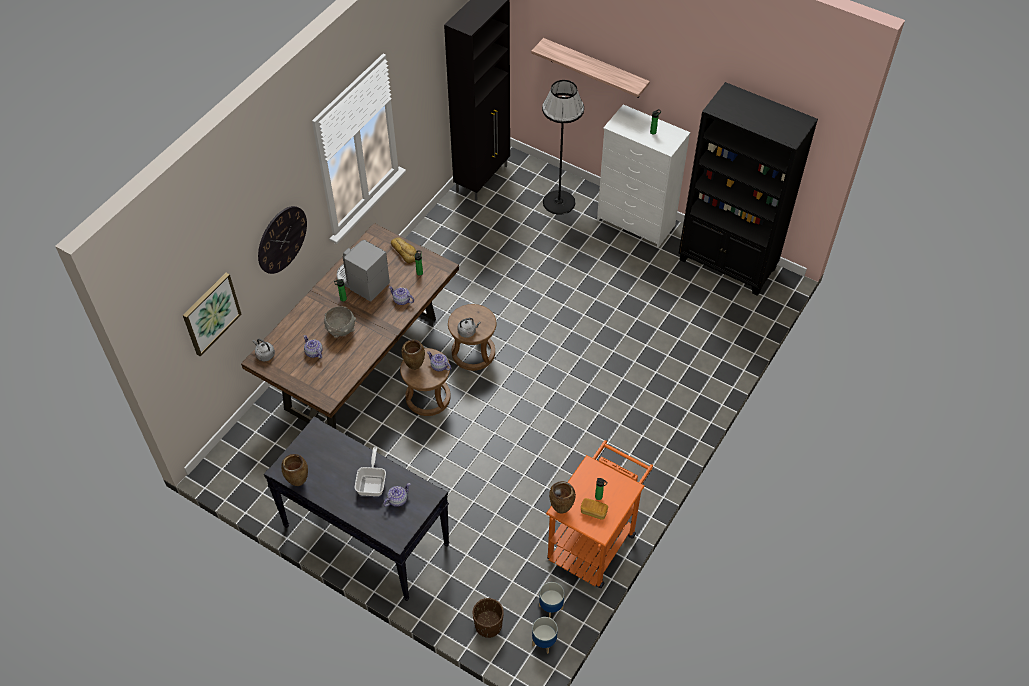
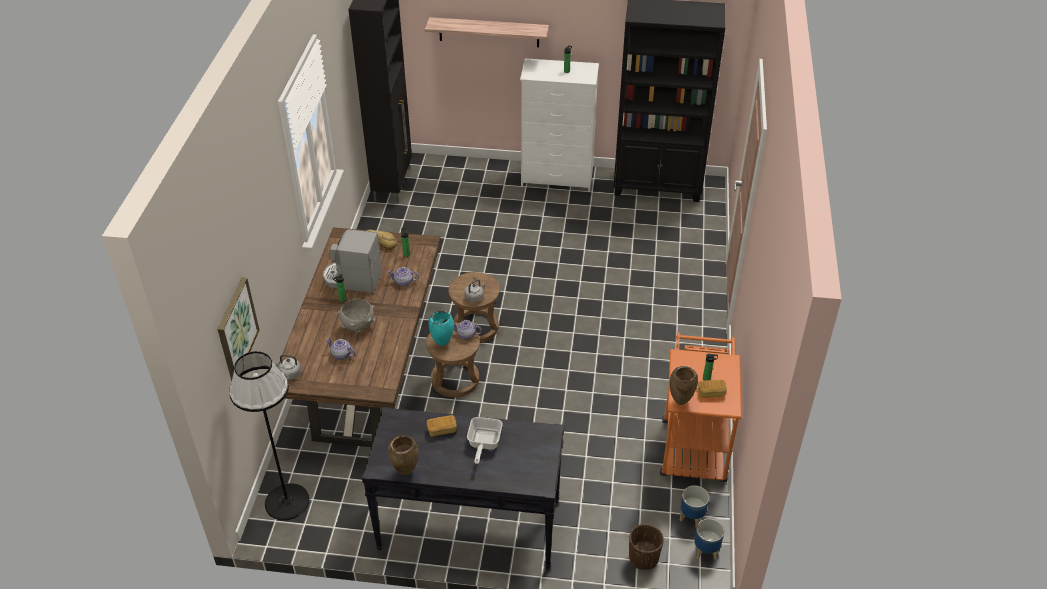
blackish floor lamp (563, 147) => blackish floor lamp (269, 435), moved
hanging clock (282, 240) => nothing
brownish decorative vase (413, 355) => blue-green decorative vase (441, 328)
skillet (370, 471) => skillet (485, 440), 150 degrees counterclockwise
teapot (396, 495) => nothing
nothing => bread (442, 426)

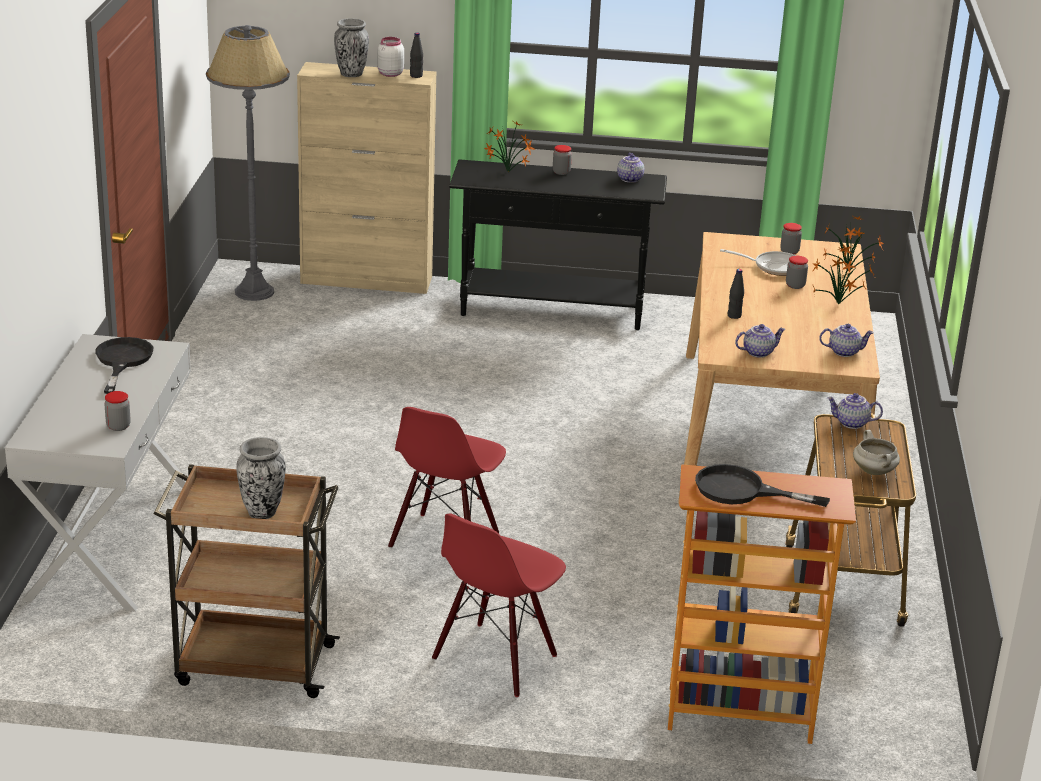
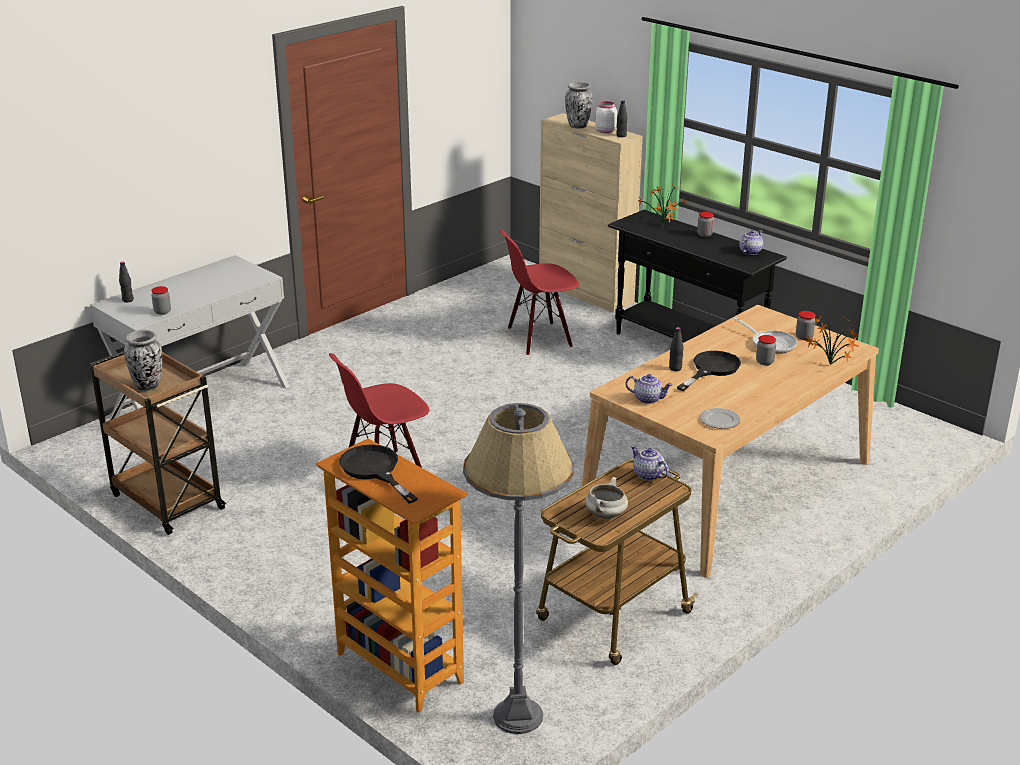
greyish floor lamp (248, 163) => greyish floor lamp (519, 568), moved
houseplant (843, 275) => nothing
teapot (846, 340) => flat dish (720, 418)
blackish skillet (124, 365) => blackish skillet (709, 371), moved
red-coloured upright chair (499, 605) => red-coloured upright chair (539, 292), moved
nothing => blackish drink bottle (126, 282)

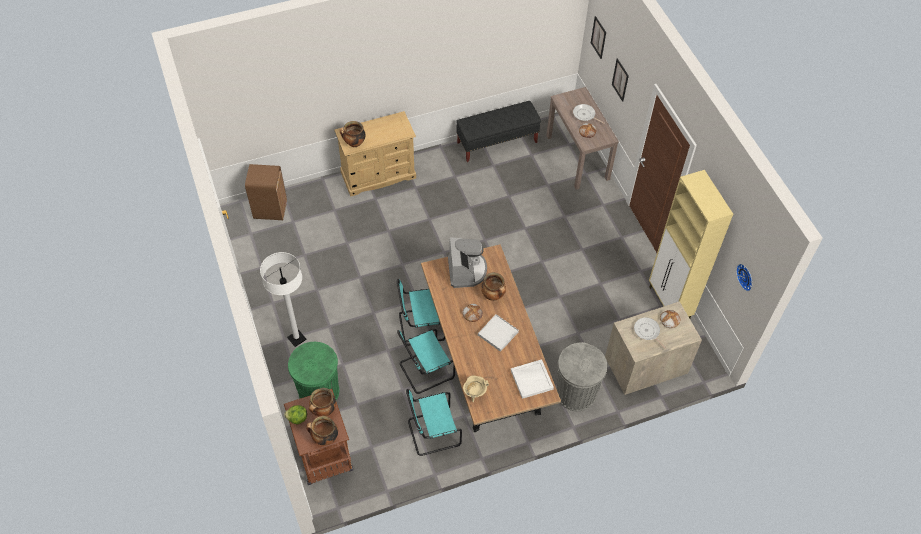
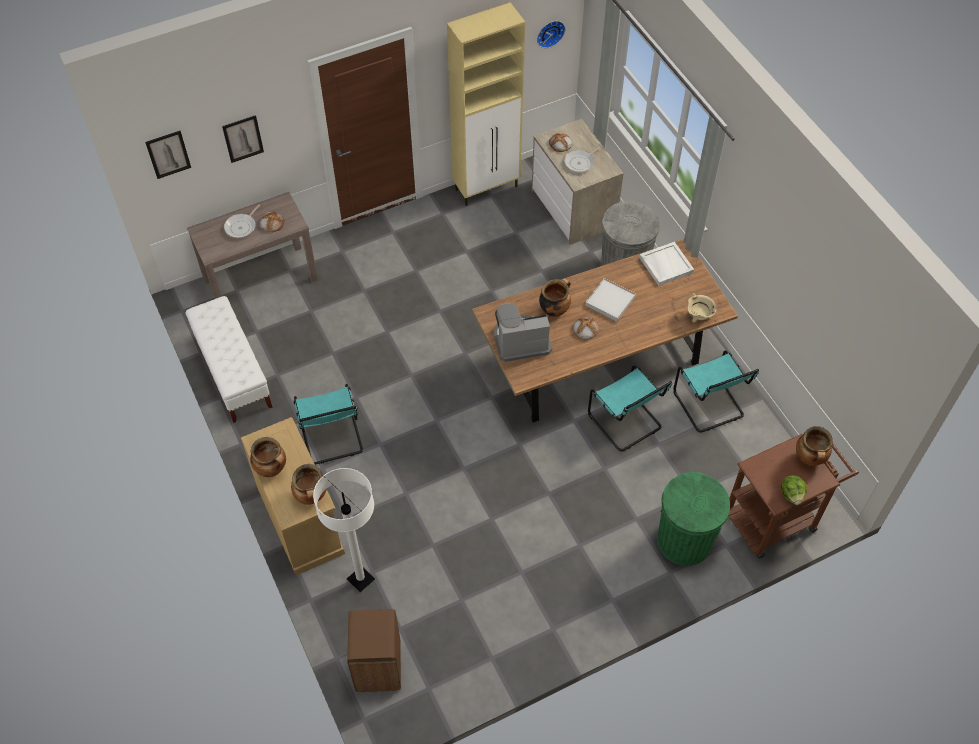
blackish indoor bench (498, 131) => whitish indoor bench (228, 359)
whitish floor lamp (283, 299) => whitish floor lamp (344, 530), moved
blue-green upright chair (421, 312) => blue-green upright chair (328, 424), moved
saucepot (322, 402) => saucepot (268, 457), moved

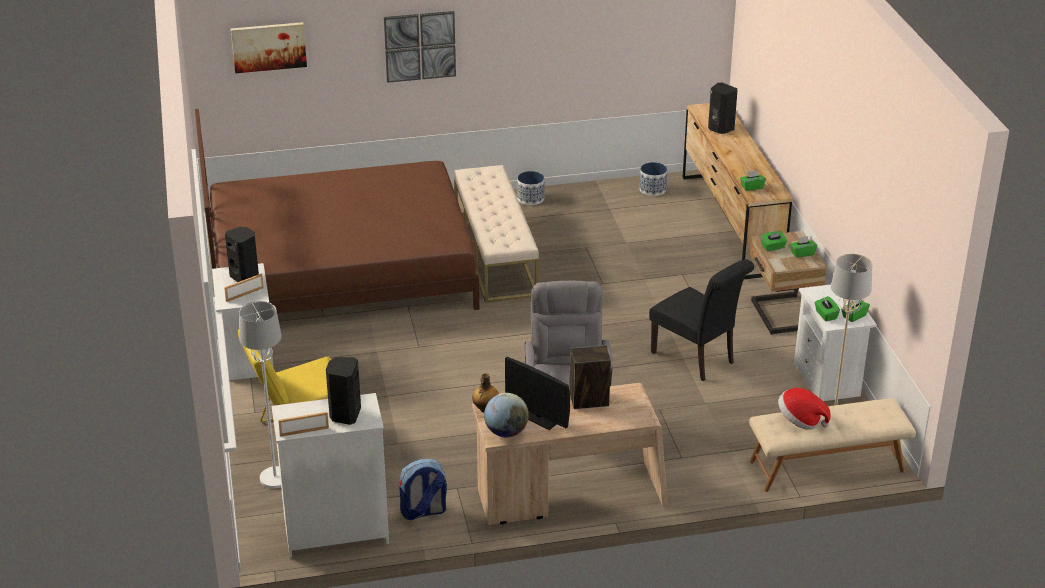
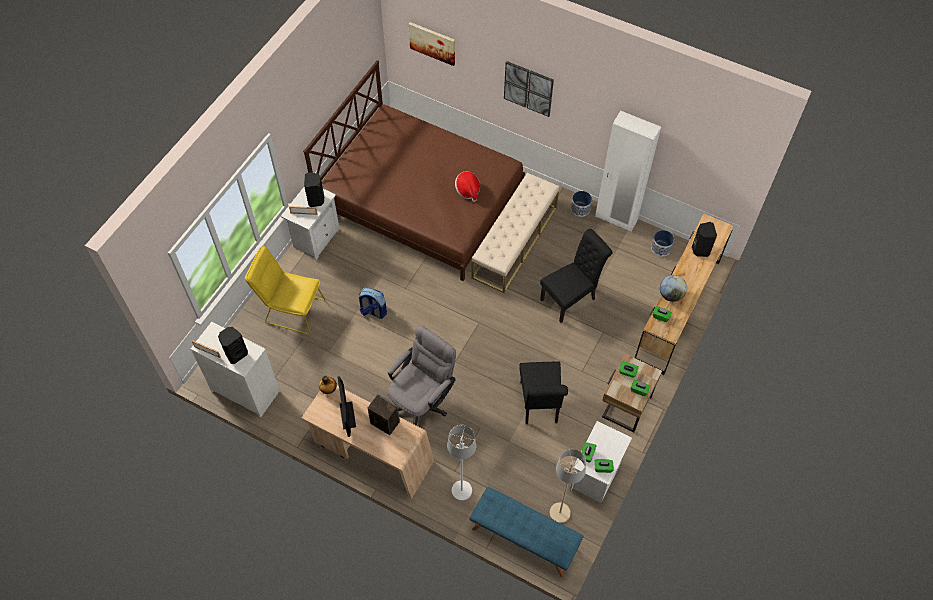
whitish floor lamp (260, 395) => whitish floor lamp (461, 463), moved
clothing hat (804, 409) => clothing hat (467, 186), moved
world globe (506, 415) => world globe (673, 288), moved
sand-coloured indoor bench (832, 445) => bluish indoor bench (526, 531)
knapsack (423, 489) => knapsack (372, 303), moved
nothing => whitish armoire (628, 171)
nothing => blackish upright chair (576, 276)

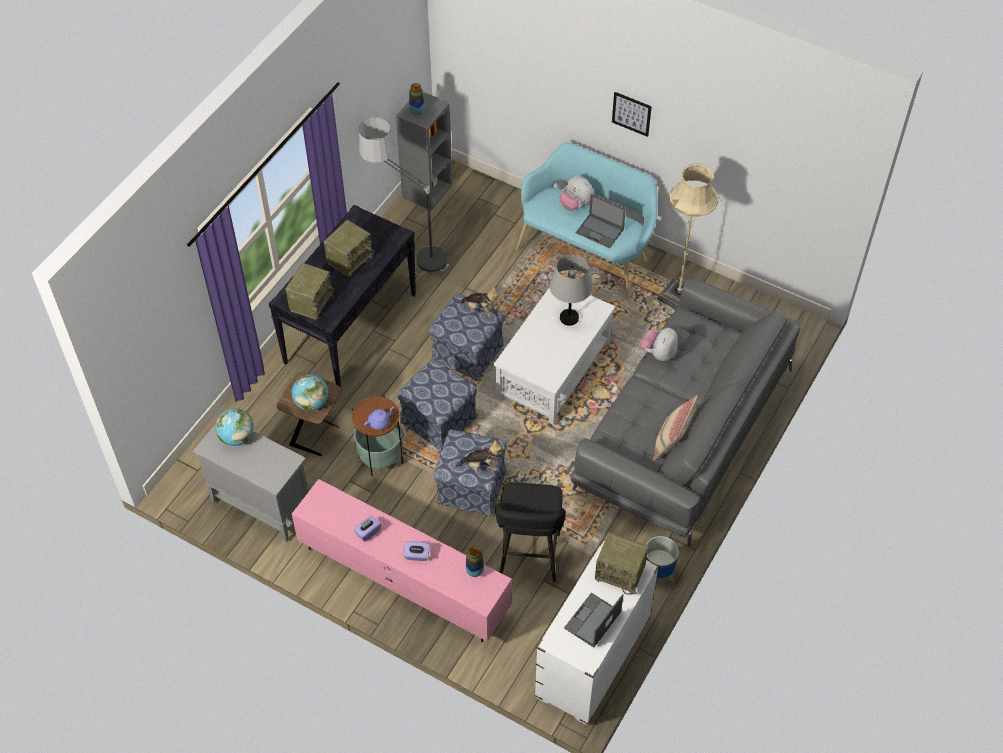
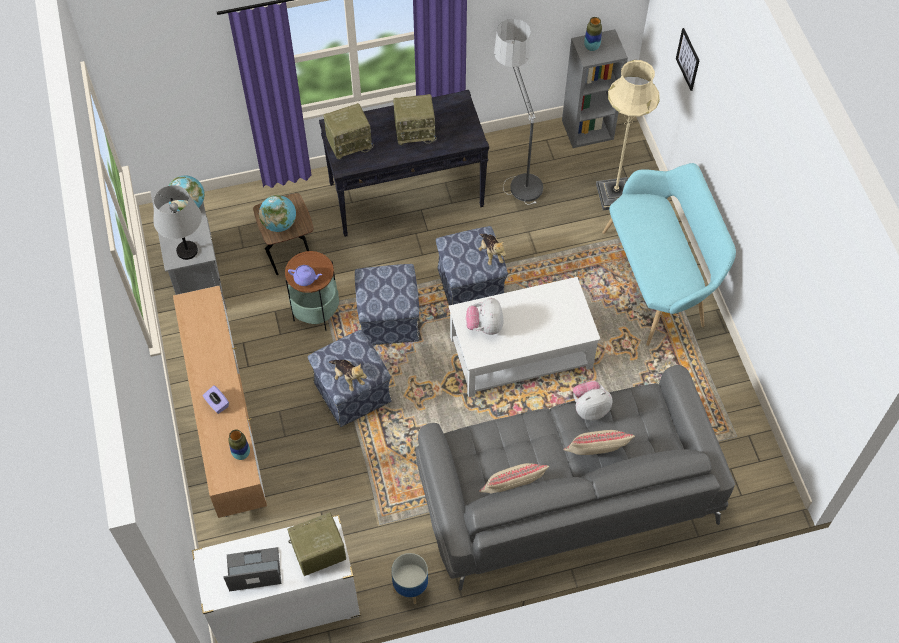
wall picture (632, 114) => wall picture (688, 59), moved
sand-coloured floor lamp (688, 236) => sand-coloured floor lamp (628, 135), moved
cuddly toy (576, 193) => cuddly toy (485, 316), moved
portable computer (601, 221) => nothing
greyish tabletop lamp (571, 290) => greyish tabletop lamp (177, 222), moved
pink-coloured tv unit (402, 560) => brownish tv unit (220, 402)
blackish stool (530, 532) => nothing
purplish box of tissues (367, 529) => nothing
radio (622, 563) => radio (316, 544), 90 degrees clockwise
nothing => sand-coloured cushion (599, 442)

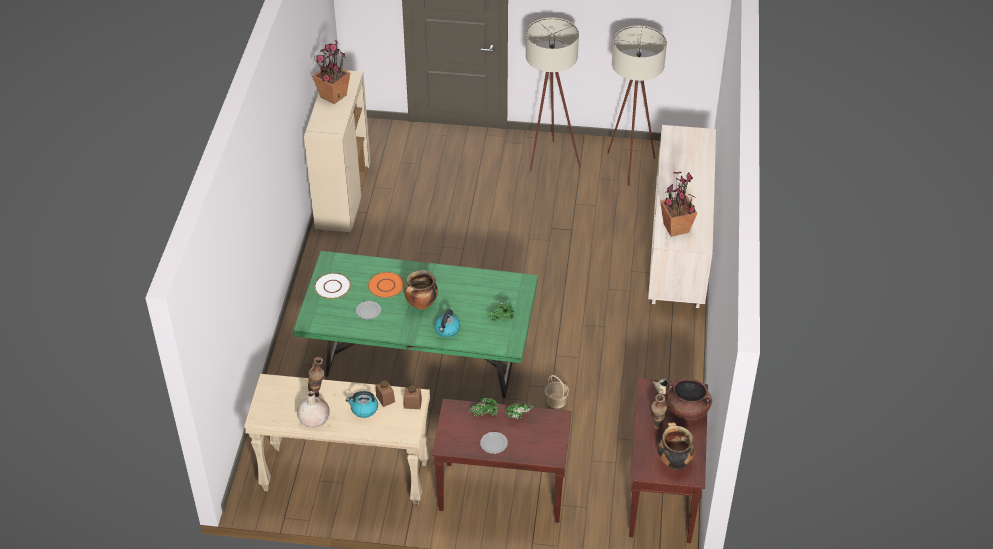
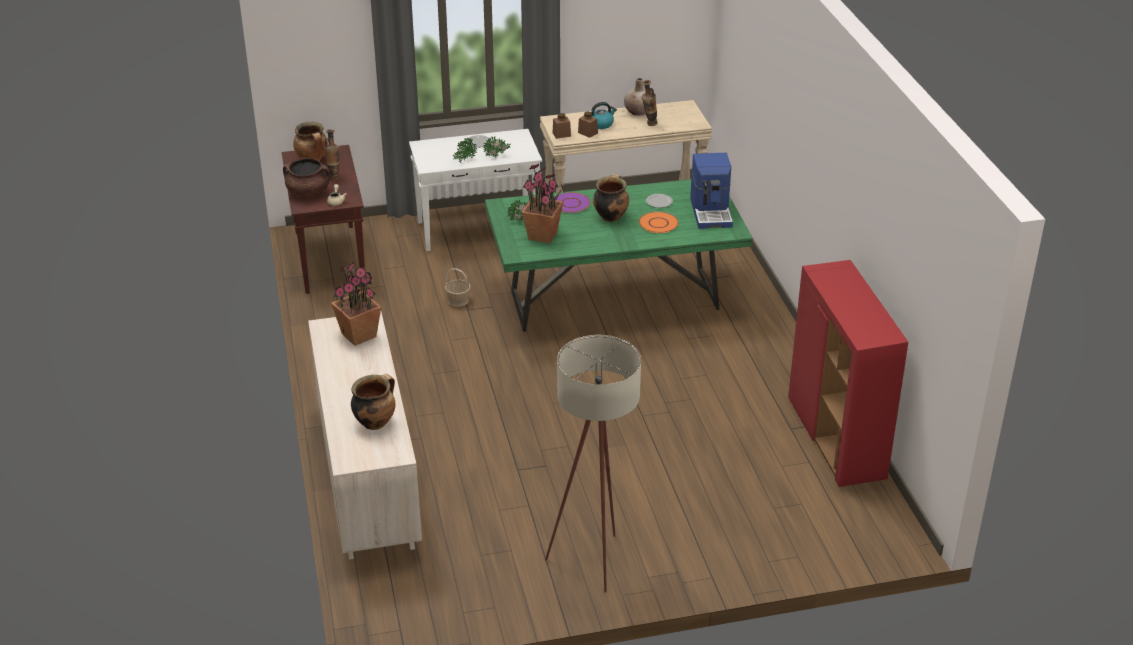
sand-coloured floor lamp (637, 106) => nothing
houseplant (331, 71) => houseplant (543, 203), moved
sand-coloured storage cabinet (337, 152) => red-coloured storage cabinet (848, 373)
whitish flat dish (332, 286) => coffee machine (711, 191)
water kettle (447, 323) => purplish flat dish (572, 202)
brownish narrow table (502, 461) => whitish narrow table (475, 190)
nothing => saucepot (373, 402)

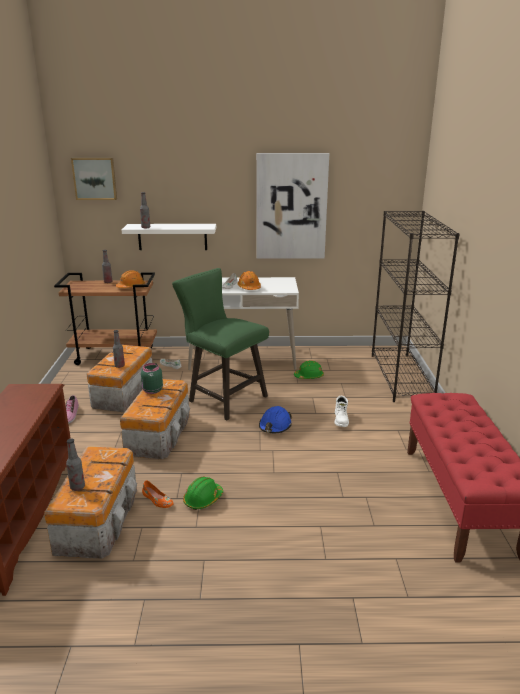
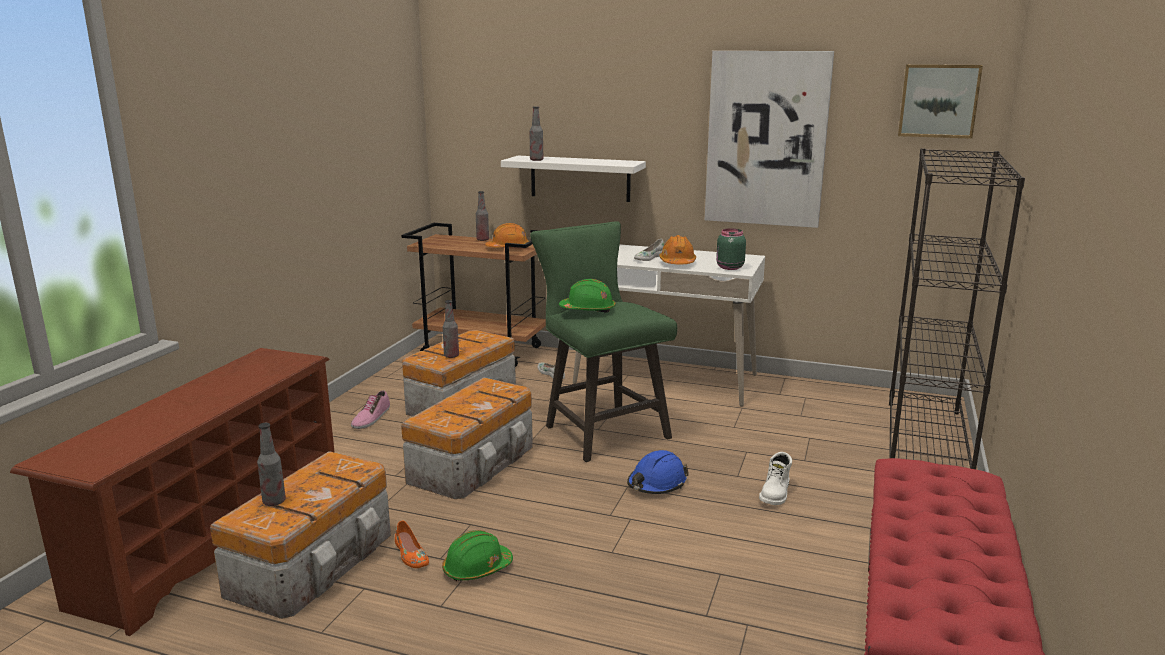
wall picture (94, 179) => wall picture (940, 101), moved
green safety helmet (309, 369) => green safety helmet (587, 296), moved
green storage jar (152, 378) => green storage jar (731, 249), moved

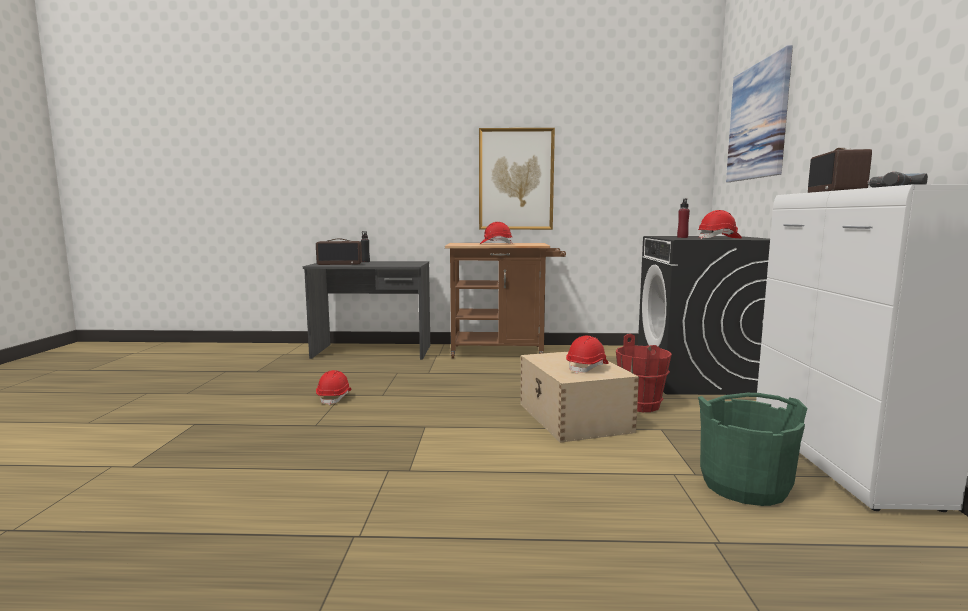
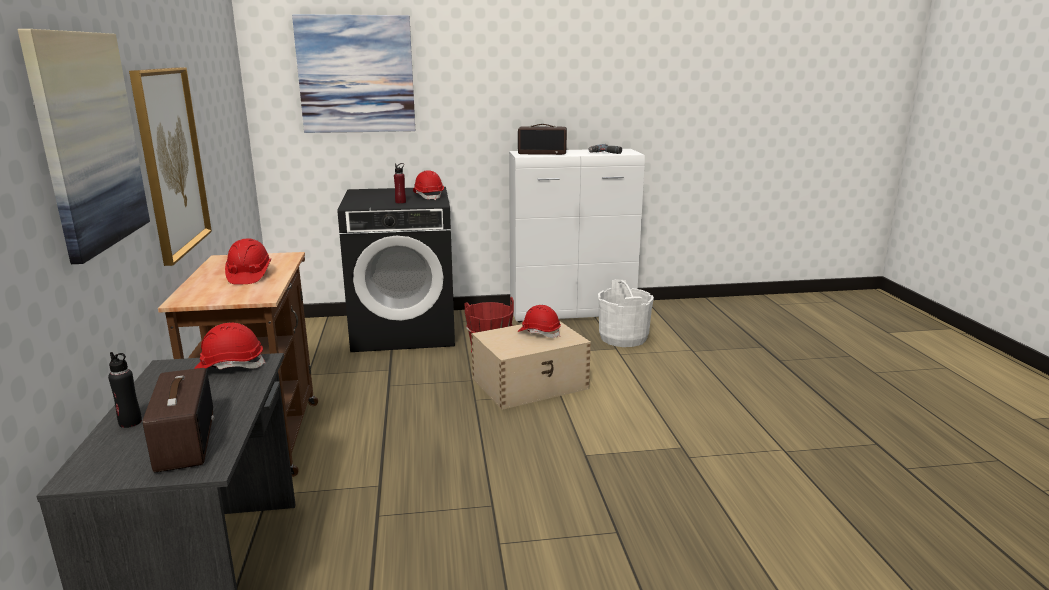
red-coloured safety helmet (333, 388) => red-coloured safety helmet (230, 346), moved
green pail (752, 449) => whitish pail (626, 313)
nothing => wall picture (84, 146)

